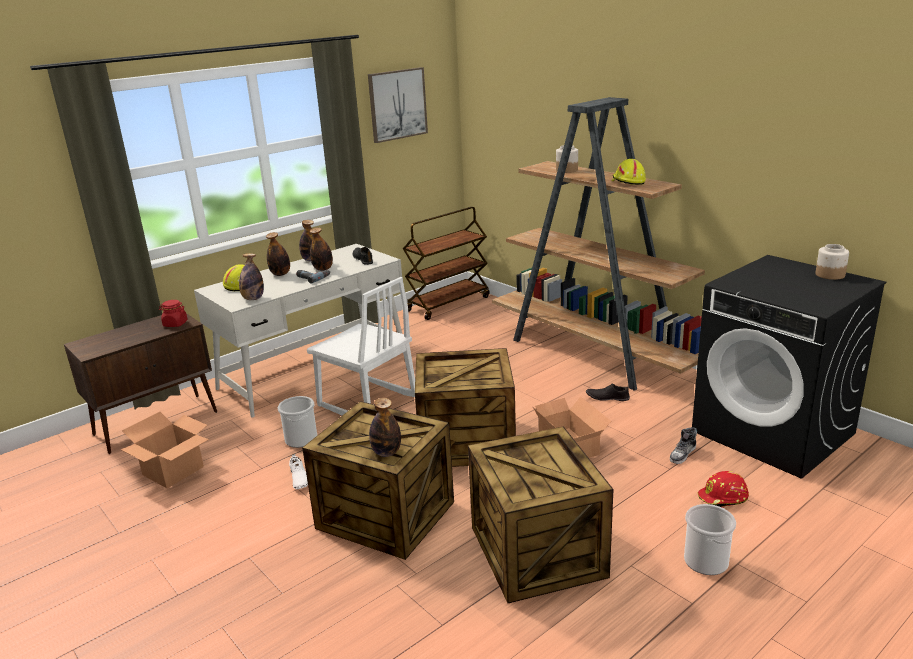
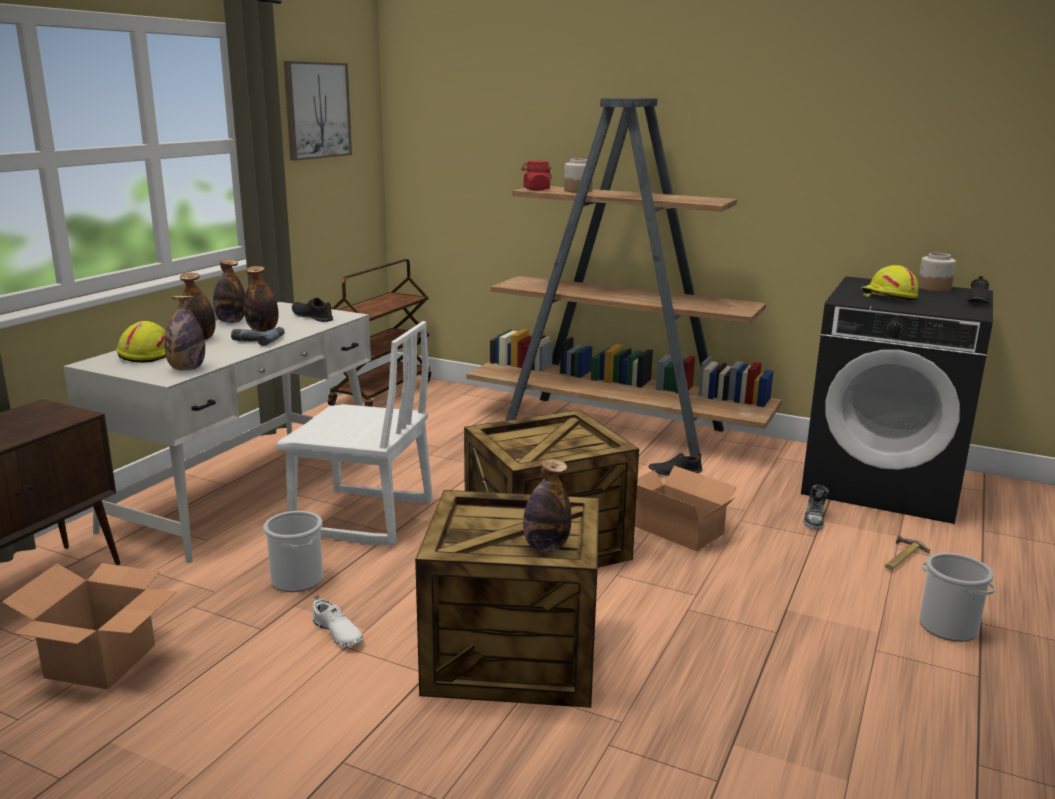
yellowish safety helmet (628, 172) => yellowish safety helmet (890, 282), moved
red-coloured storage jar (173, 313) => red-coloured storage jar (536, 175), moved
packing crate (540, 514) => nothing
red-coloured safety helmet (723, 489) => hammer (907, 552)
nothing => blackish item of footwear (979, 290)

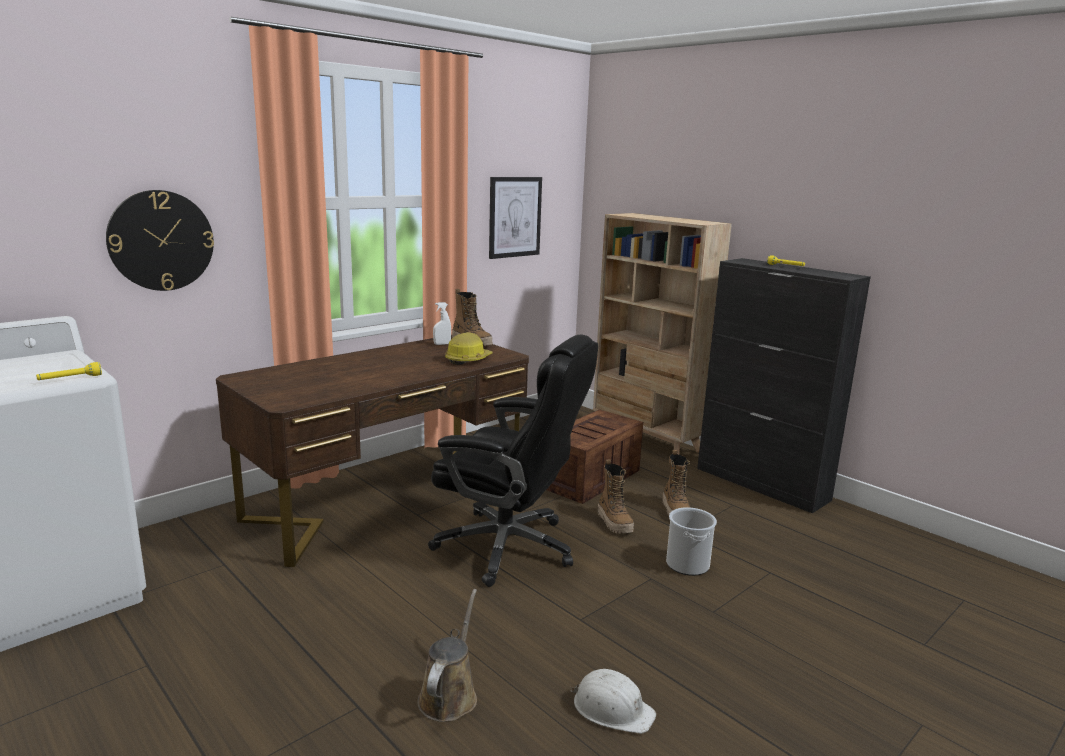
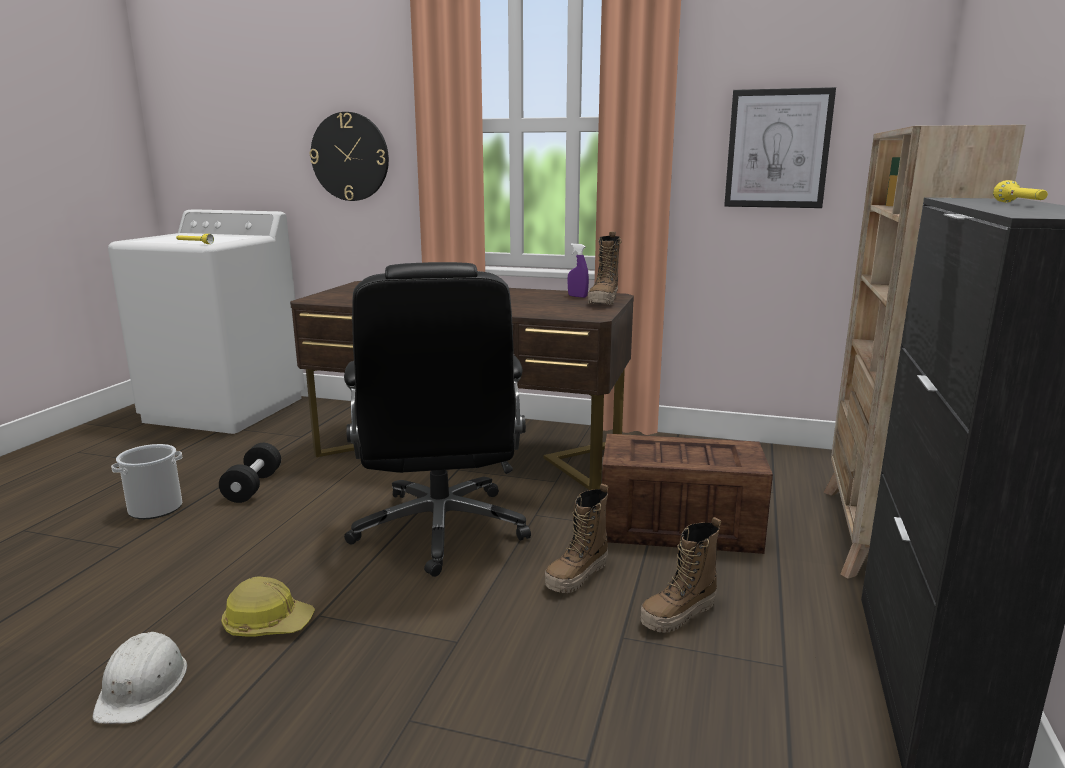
whitish spray bottle (442, 323) => purplish spray bottle (578, 270)
safety helmet (469, 348) => safety helmet (268, 606), moved
pail (691, 541) => pail (147, 481), moved
brownish sprinkling can (447, 655) => nothing
nothing => blackish dumbbell (250, 473)

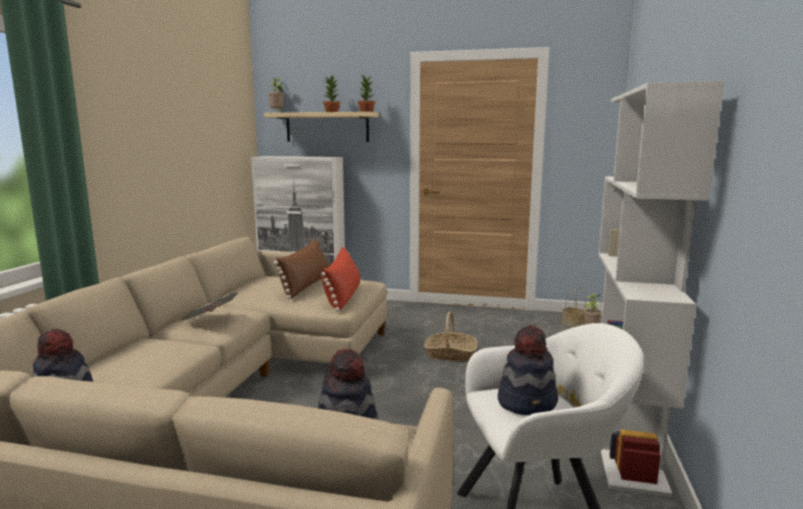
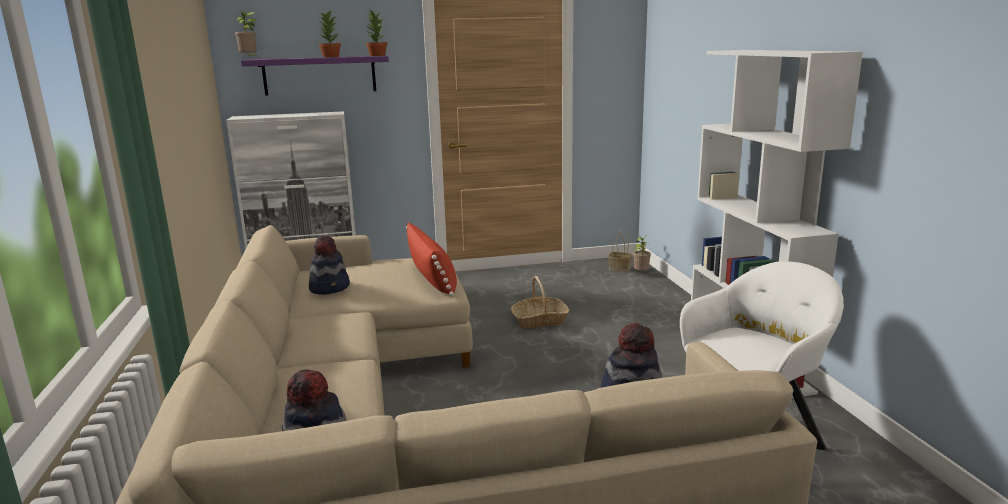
sand-coloured shelf (321, 127) => purplish shelf (315, 76)
brownish cushion (301, 269) => nothing
daily paper (209, 307) => nothing
clothing hat (528, 370) => clothing hat (329, 265), moved

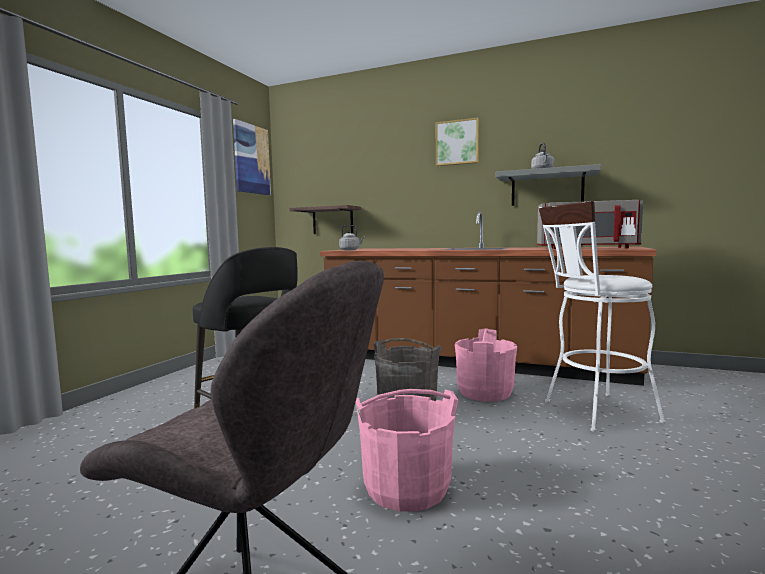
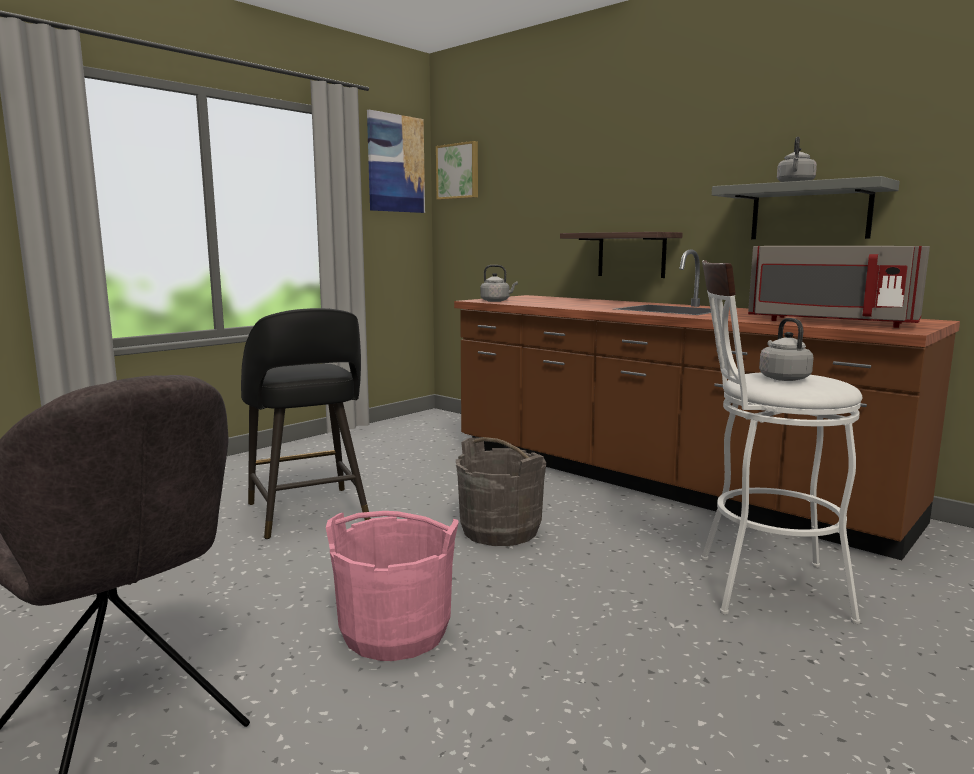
wall picture (457, 141) => wall picture (457, 170), moved
shelf (325, 219) => shelf (621, 255), moved
pink-coloured pail (486, 365) => nothing
nothing => greyish water kettle (786, 349)

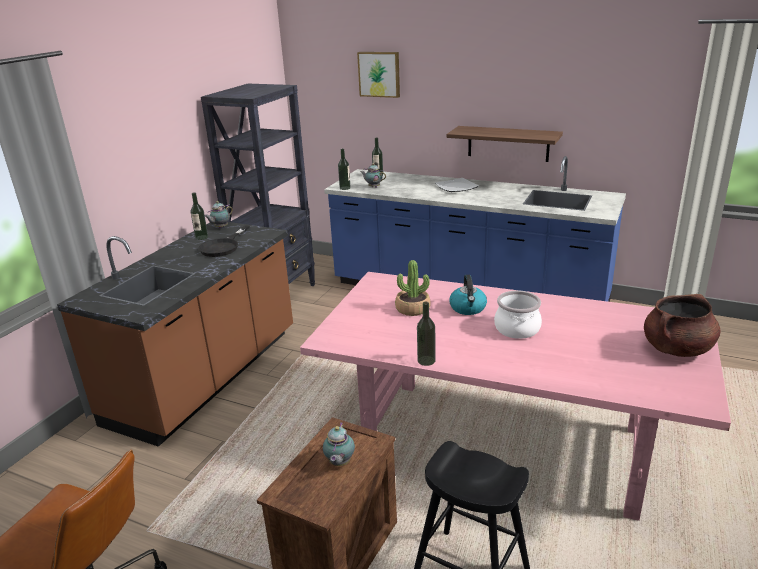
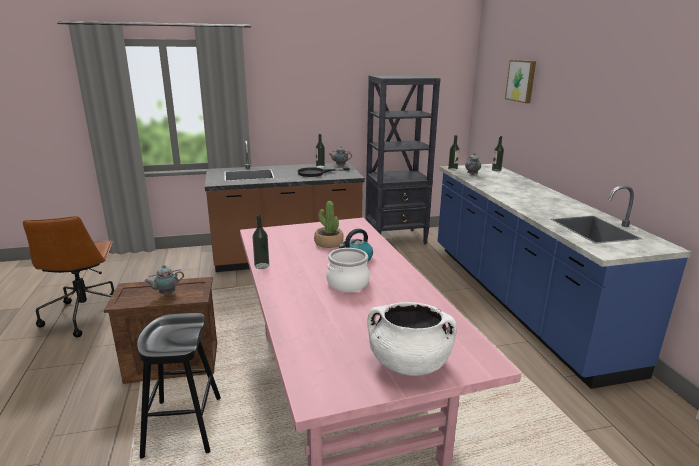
shelf (504, 144) => nothing
flat dish (457, 185) => nothing
brownish saucepot (682, 325) => whitish saucepot (412, 339)

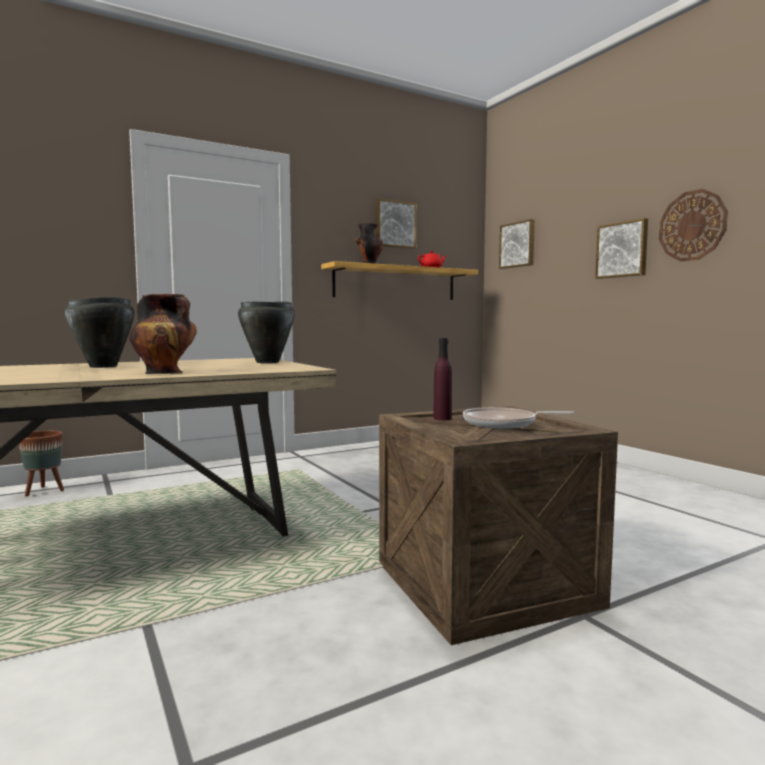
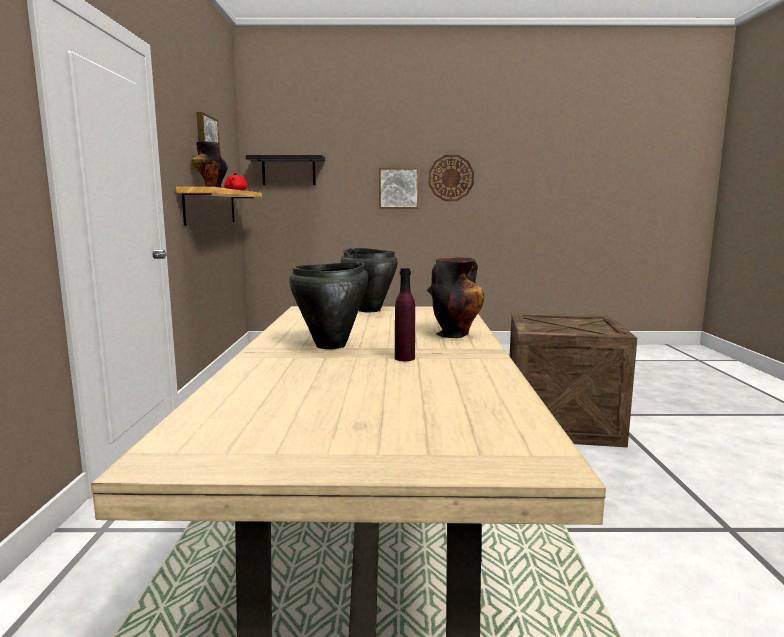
wall picture (517, 244) => blackish shelf (285, 170)
purplish drink bottle (443, 379) => purplish drink bottle (405, 314), moved
skillet (518, 418) => nothing
brownish planter (41, 463) => nothing

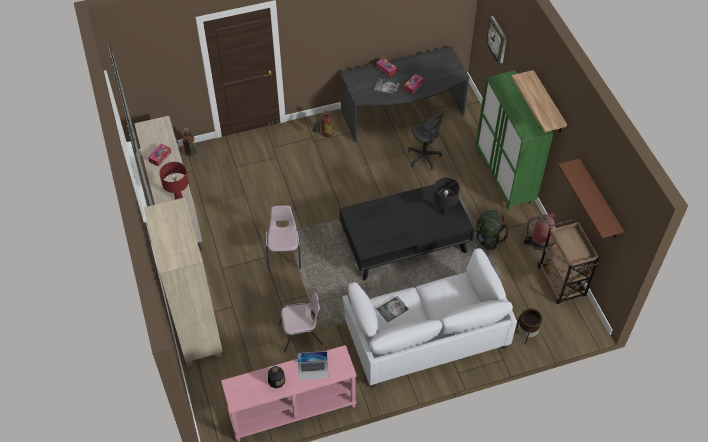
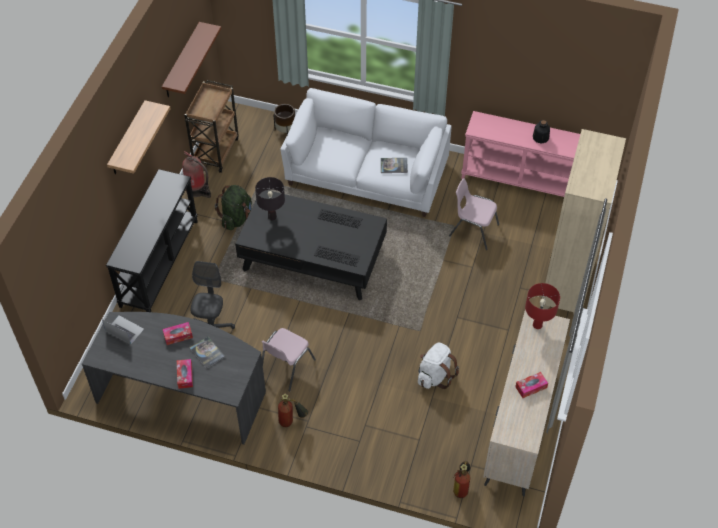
hanging clock (496, 40) => nothing
green storage cabinet (514, 140) => blackish narrow table (152, 240)
pink-coloured upright chair (283, 237) => pink-coloured upright chair (288, 359), moved
portable computer (312, 365) => portable computer (123, 330), moved
nothing => whitish knapsack (438, 366)

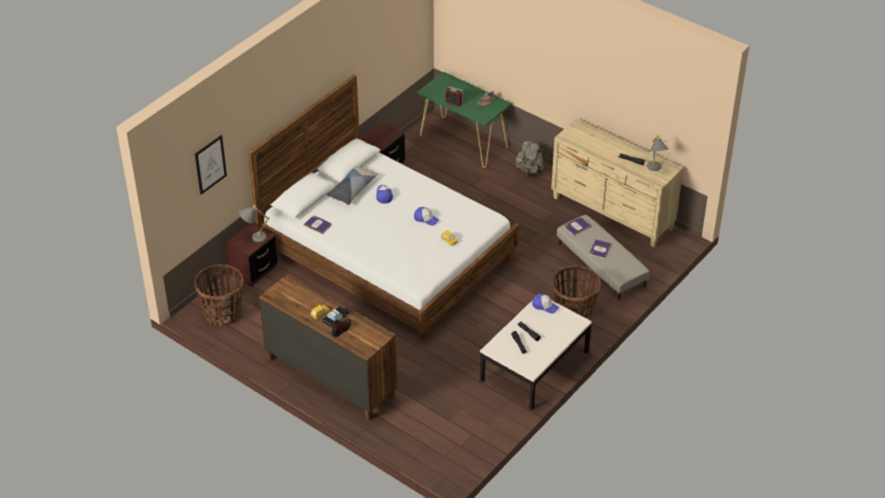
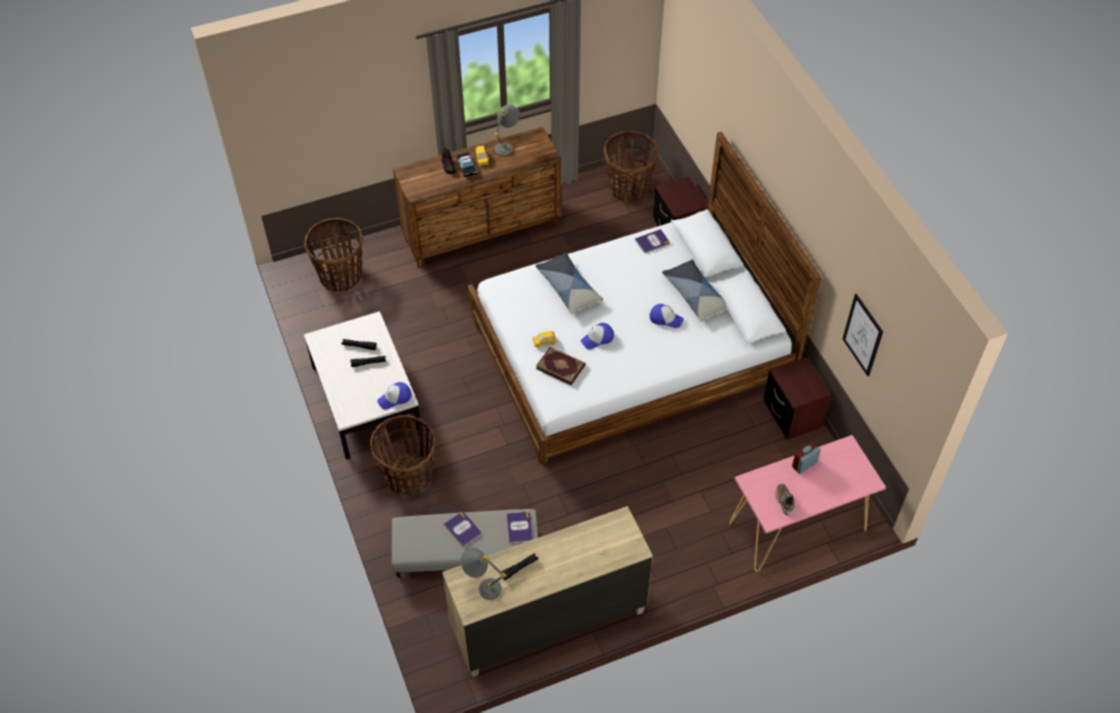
green narrow table (464, 120) => pink-coloured narrow table (807, 503)
wall picture (211, 165) => wall picture (863, 335), moved
greyish knapsack (530, 158) => nothing
greyish tabletop lamp (254, 223) => greyish tabletop lamp (507, 130), moved
nothing => basket (333, 255)
nothing => cushion (569, 283)
nothing => bound book (561, 366)

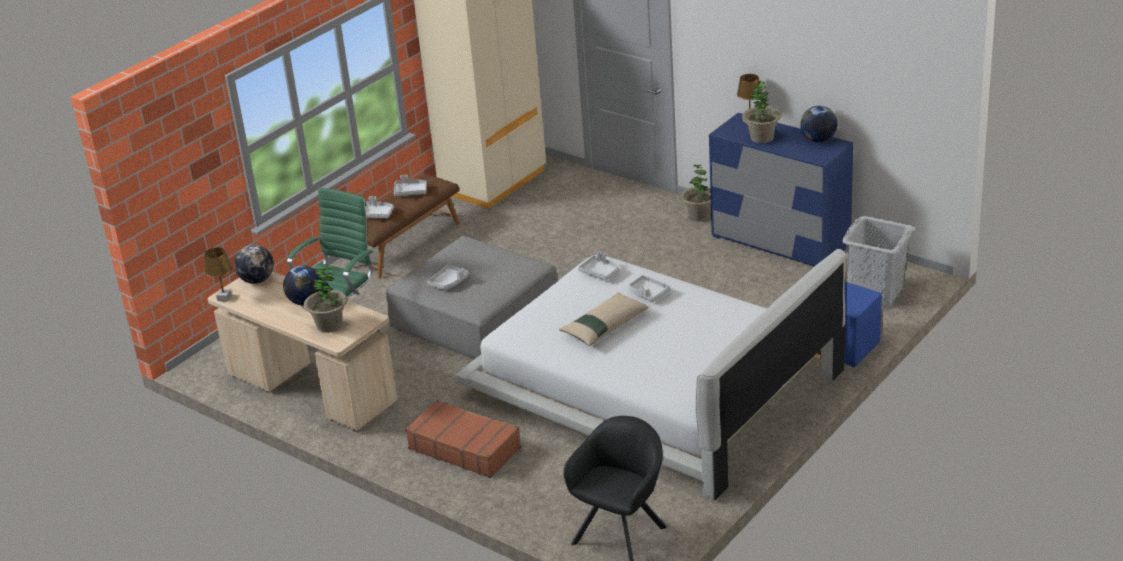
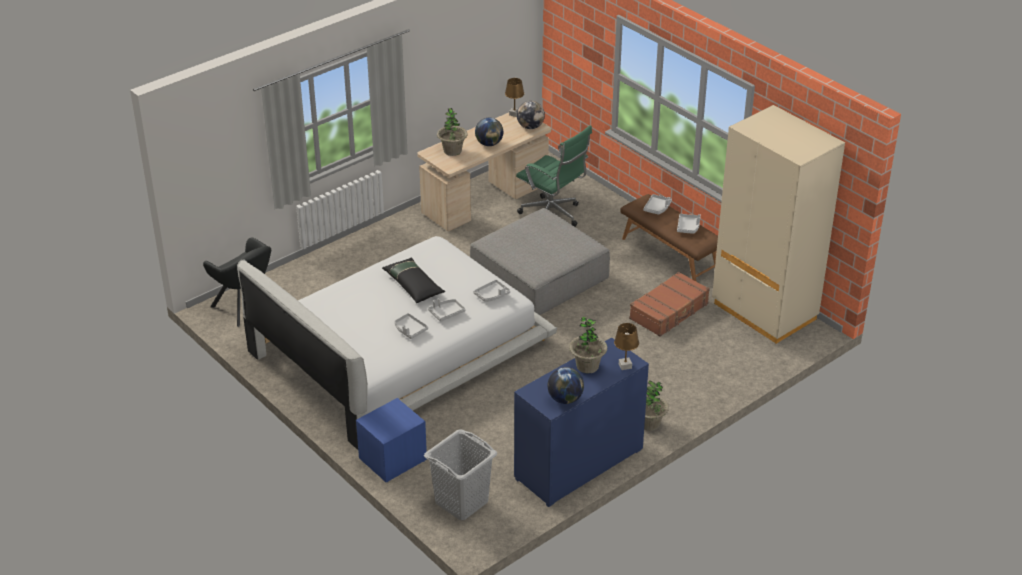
greyish carrying tray (448, 277) => greyish carrying tray (411, 326), moved
sand-coloured cushion (604, 319) => blackish cushion (413, 280)
brownish travel case (463, 439) => brownish travel case (669, 304), moved

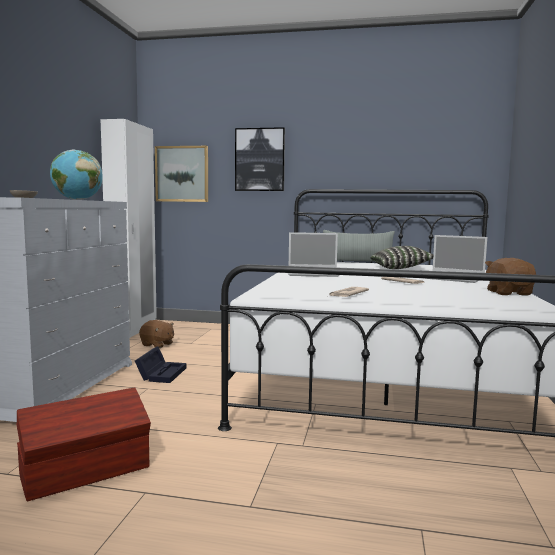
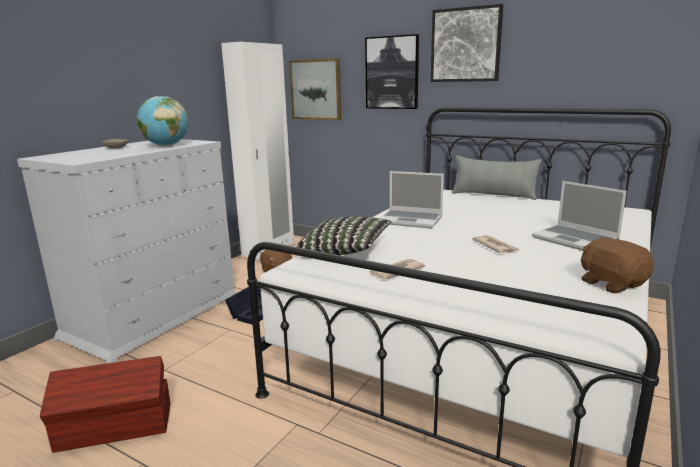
cushion (401, 257) => cushion (343, 236), moved
brownish cuddly toy (510, 277) => brownish cuddly toy (617, 265), 45 degrees counterclockwise
nothing => wall picture (467, 43)

